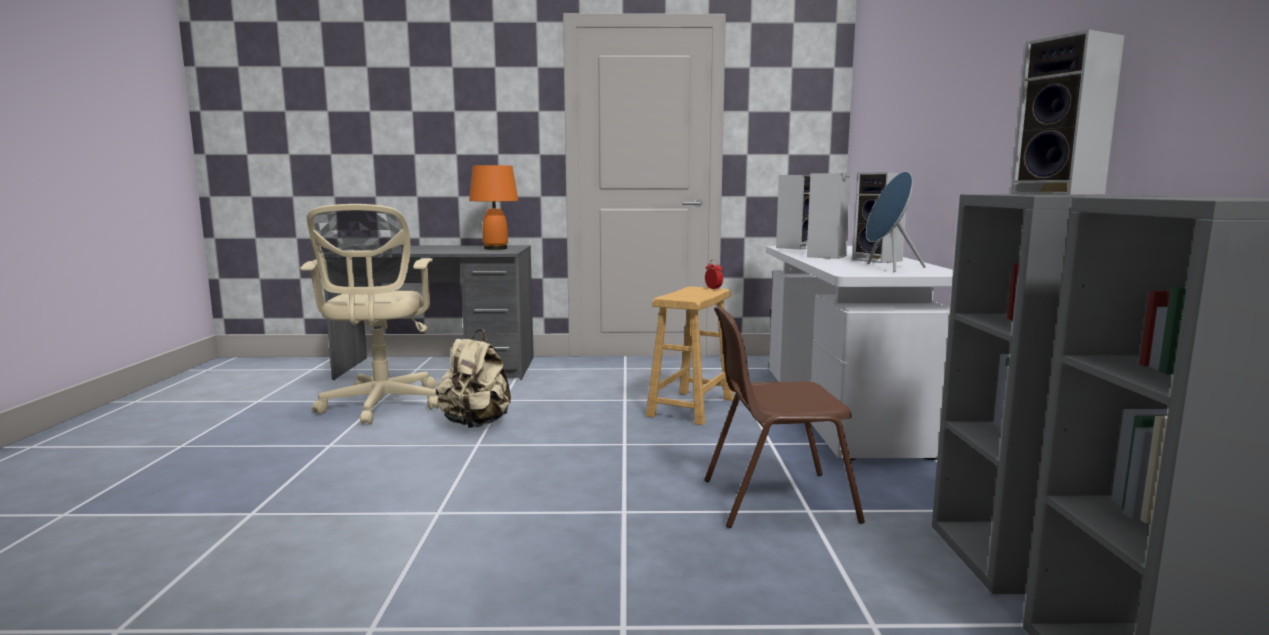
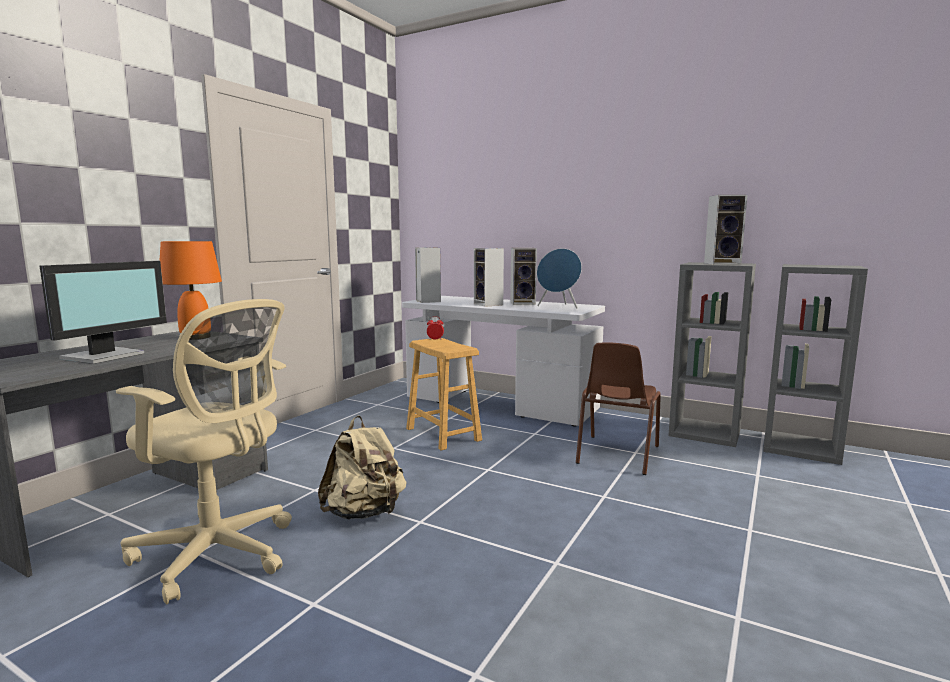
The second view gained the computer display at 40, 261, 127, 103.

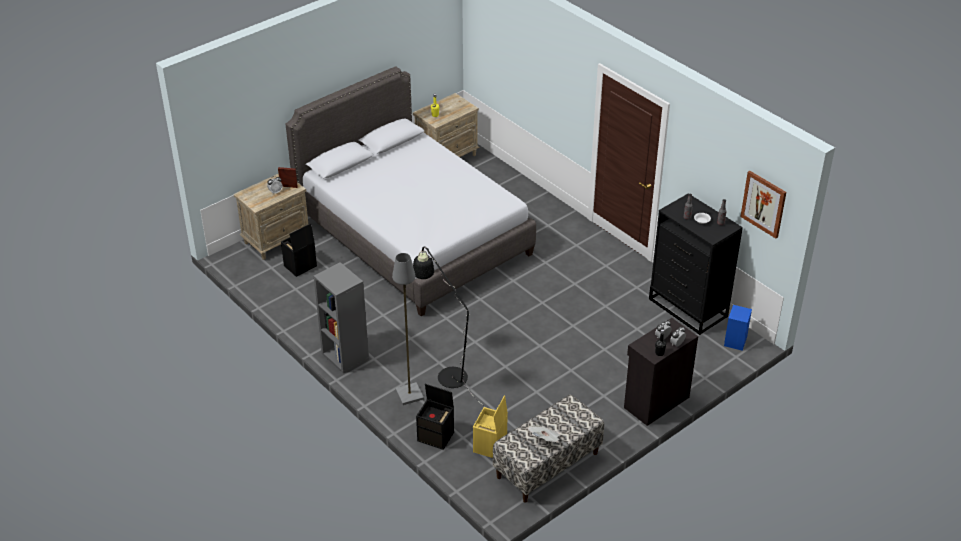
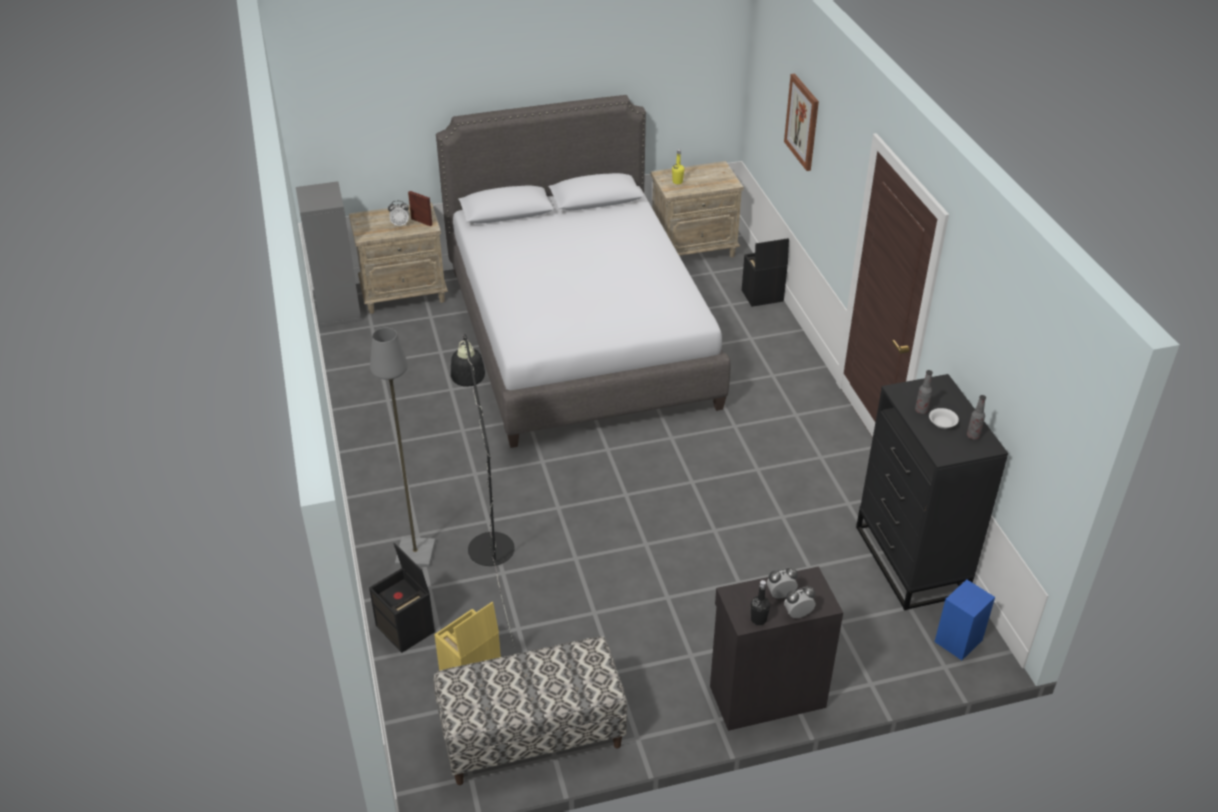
The wall art ended up elsewhere, having gone from 740, 171, 46, 67 to 784, 74, 35, 97.
The black-coloured storage container ended up elsewhere, having gone from 281, 223, 36, 54 to 742, 238, 47, 69.
The gray bookshelf ended up elsewhere, having gone from 313, 262, 56, 112 to 296, 181, 65, 146.
The second view lost the daily paper at 528, 425, 33, 17.

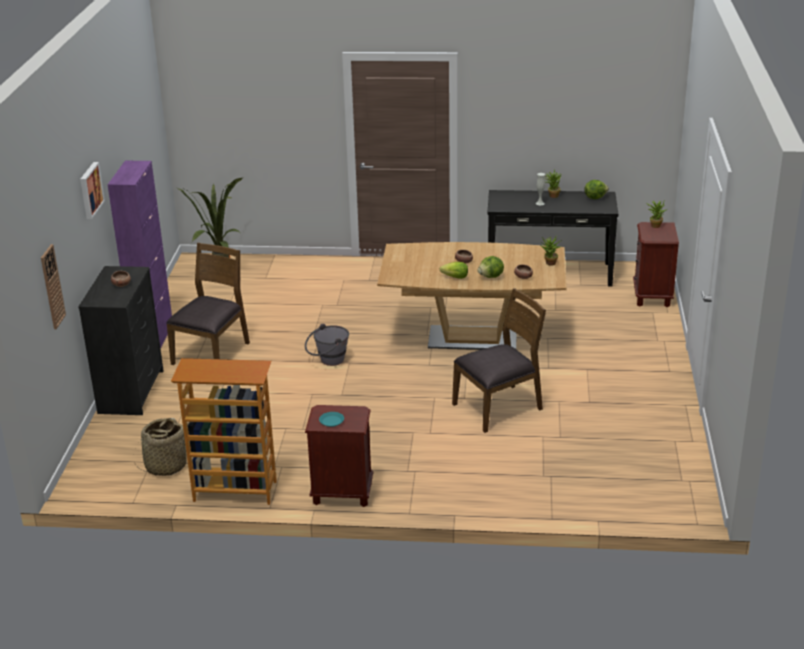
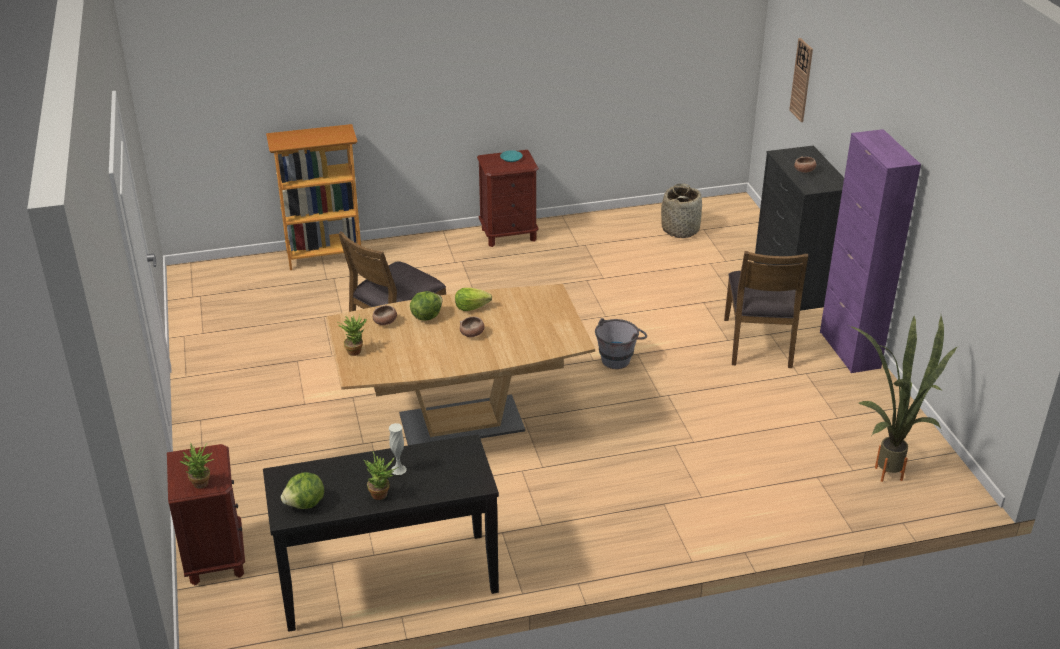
The second view lost the wall art at 80, 162, 25, 57.
The bookshelf ended up elsewhere, having gone from 171, 358, 106, 147 to 266, 124, 95, 146.

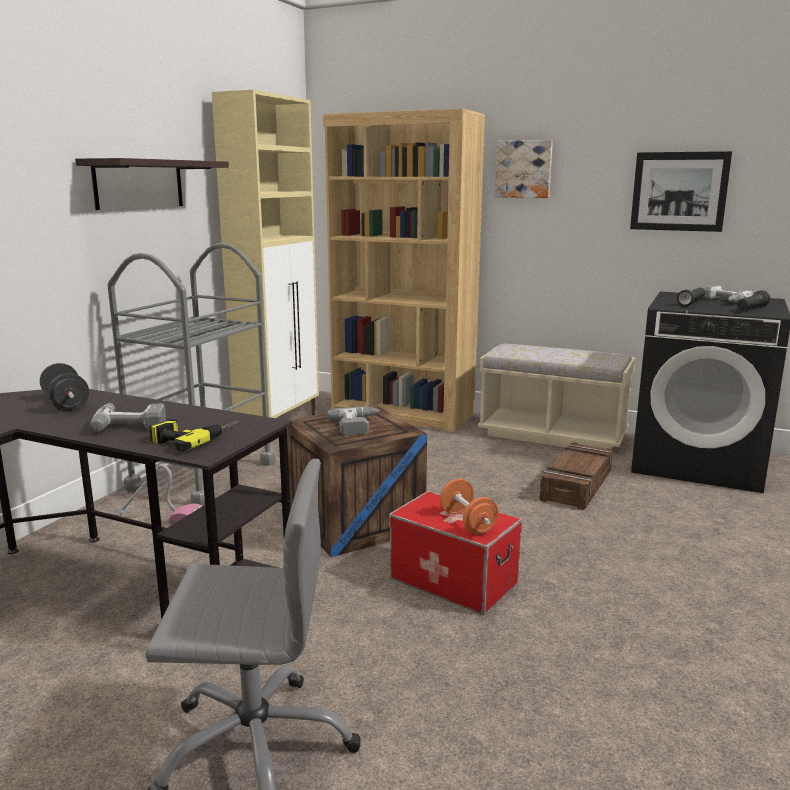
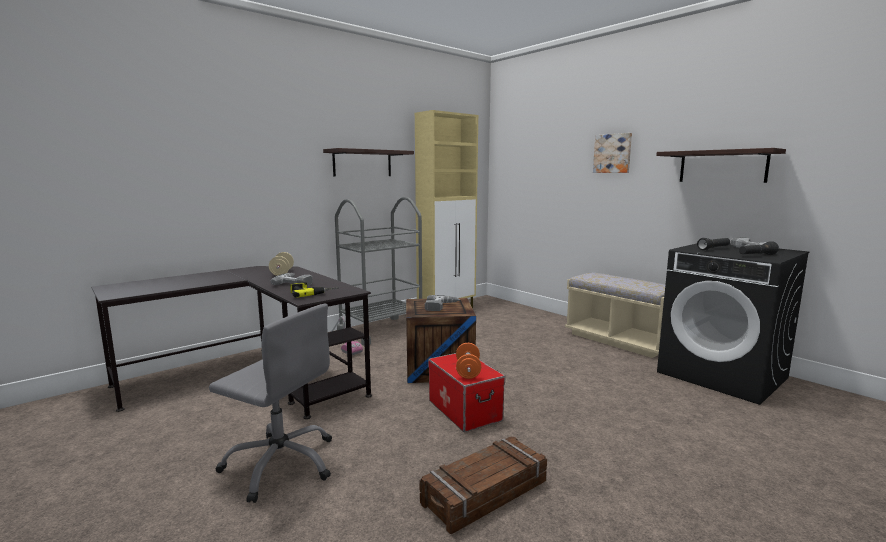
The second view lost the brownish bookshelf at 323, 109, 162, 323.
Where the wall art hung at 630, 151, 102, 81, the bracket shelf came to hang at 656, 148, 130, 35.
What was the black-coloured dumbbell at 40, 363, 49, 48 turned into the beige-coloured dumbbell at 269, 252, 25, 24.
The shipping crate ended up elsewhere, having gone from 539, 442, 74, 68 to 420, 436, 127, 98.

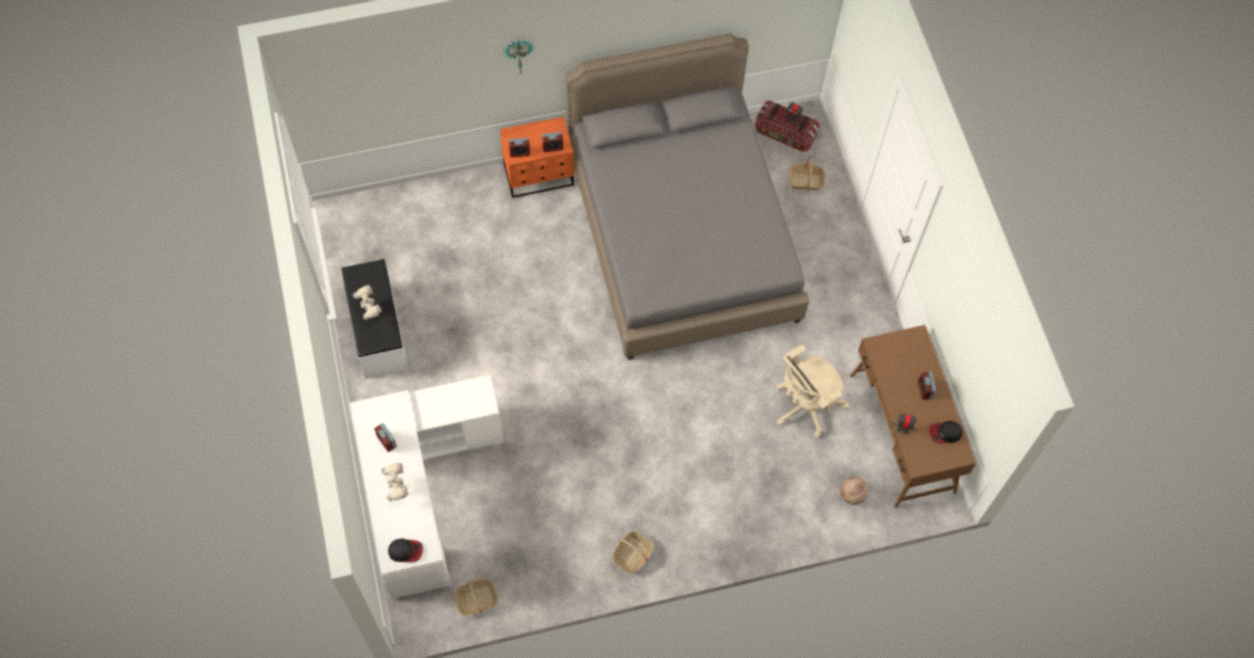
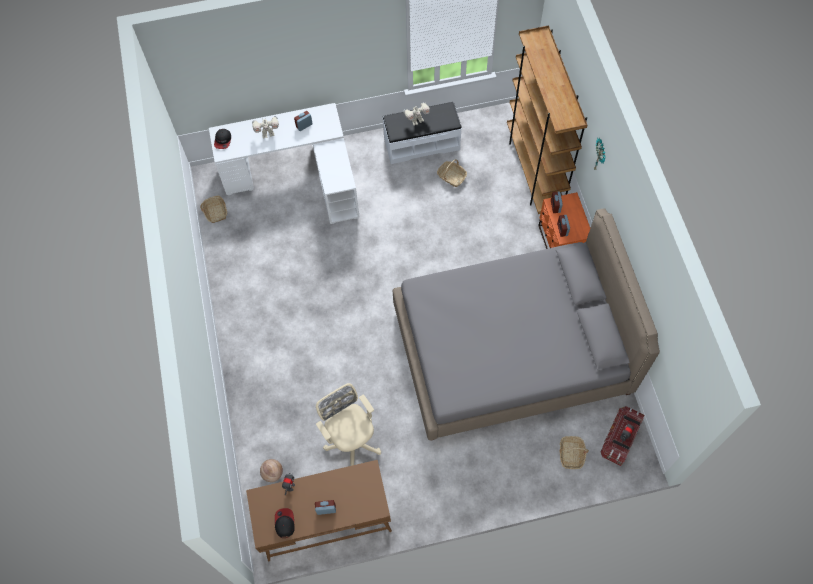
The storage basket ended up elsewhere, having gone from 612, 531, 42, 43 to 437, 159, 30, 28.
The second view gained the brownish bookshelf at 507, 25, 80, 189.

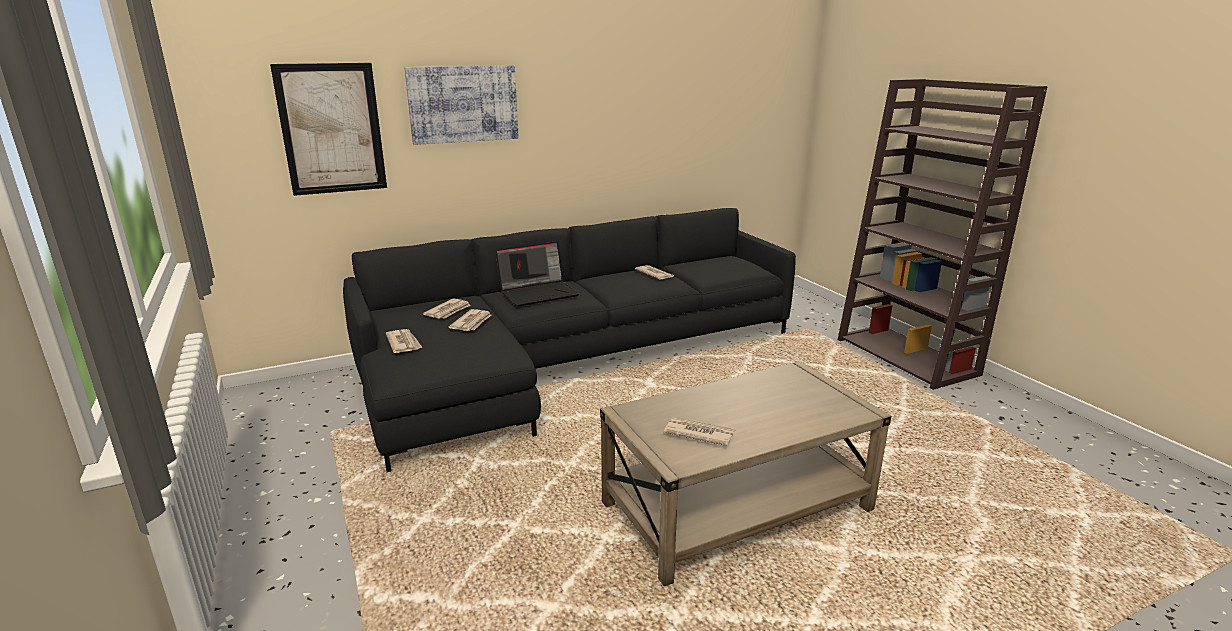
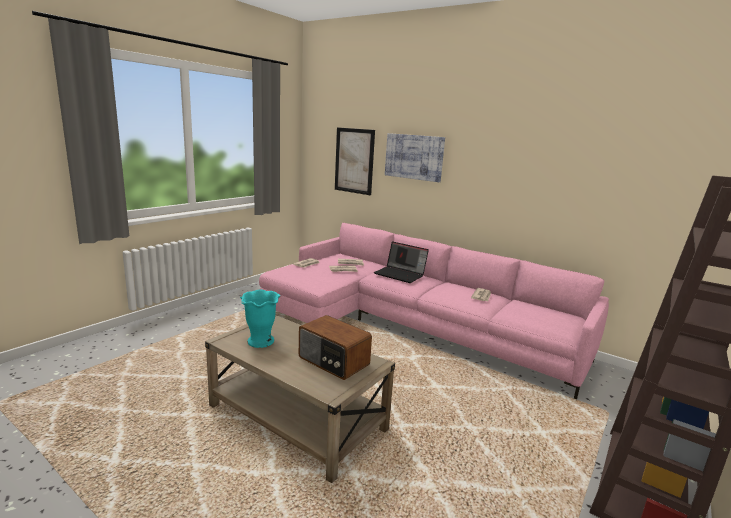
What was the black-coloured couch at 343, 208, 453, 264 turned into the pink couch at 259, 223, 350, 177.
Where the daily paper stood at 664, 417, 71, 29, the turquoise decorative vase came to stand at 240, 289, 40, 59.
The second view gained the radio at 299, 315, 73, 65.

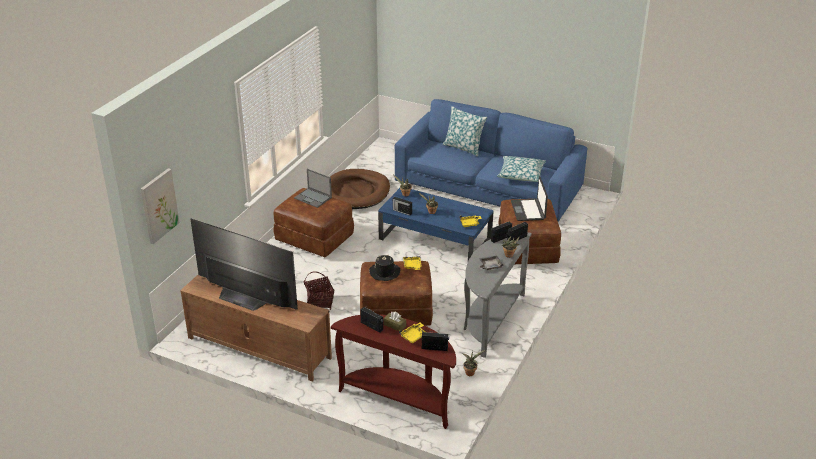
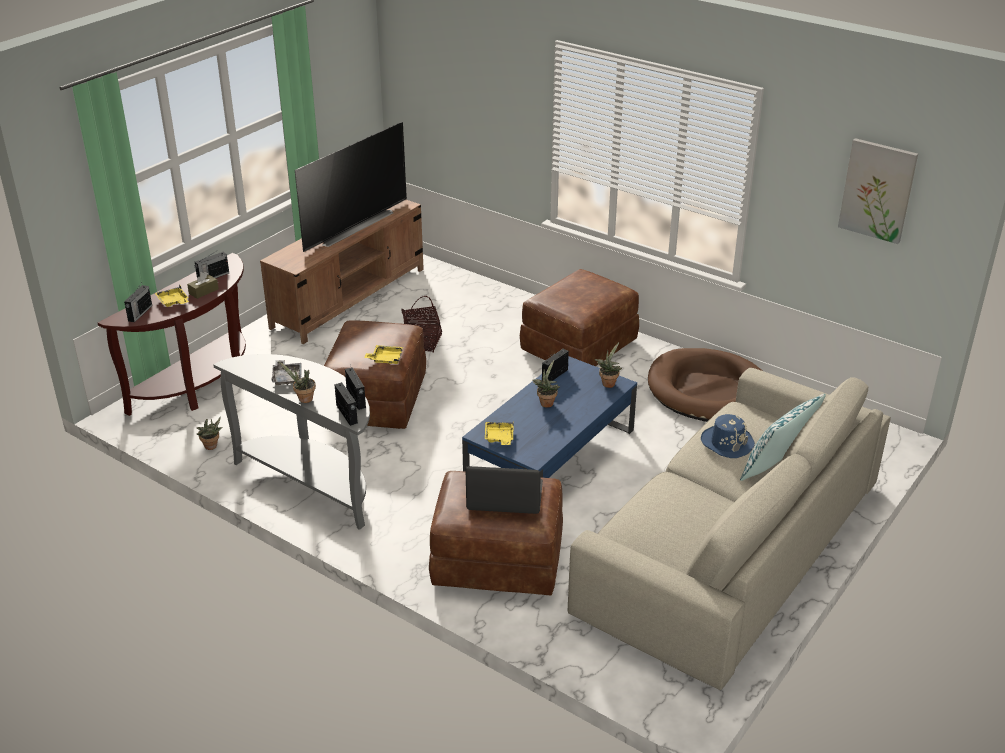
What was the bluish couch at 395, 99, 192, 123 turned into the beige-coloured couch at 568, 368, 323, 322.
The second view lost the pillow at 497, 156, 49, 26.
The wall art ended up elsewhere, having gone from 141, 168, 39, 76 to 838, 138, 80, 106.
The second view lost the portable computer at 294, 169, 38, 39.
The second view lost the black-coloured clothing hat at 369, 255, 31, 26.
The second view gained the bluish clothing hat at 701, 414, 54, 44.

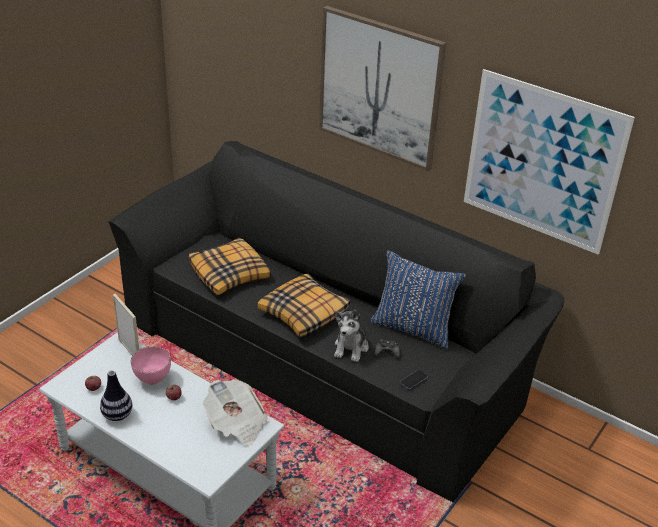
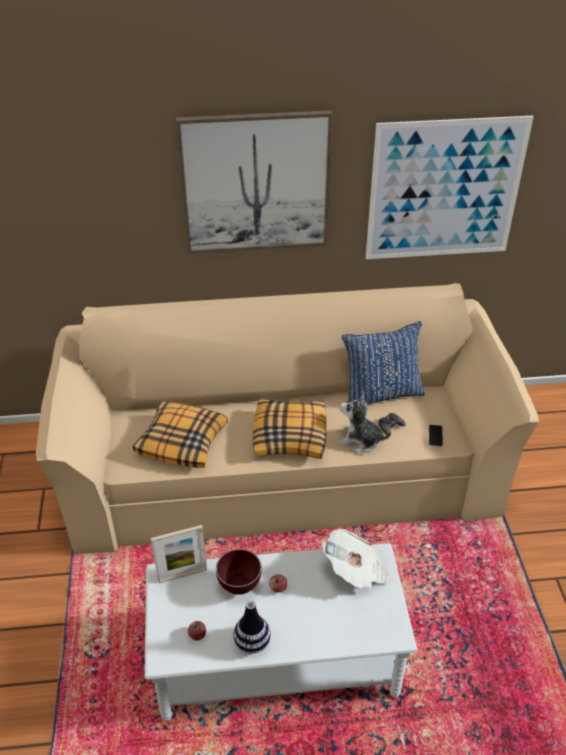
What was the black-coloured couch at 108, 141, 456, 361 turned into the beige-coloured couch at 36, 283, 503, 271.
The standing frame at 113, 294, 26, 62 ended up facing another way, 150 degrees clockwise from before.
The cuddly toy at 334, 310, 35, 52 ended up facing another way, 135 degrees clockwise from before.
What was the pink deep dish at 131, 346, 40, 39 turned into the brownish deep dish at 216, 549, 46, 46.

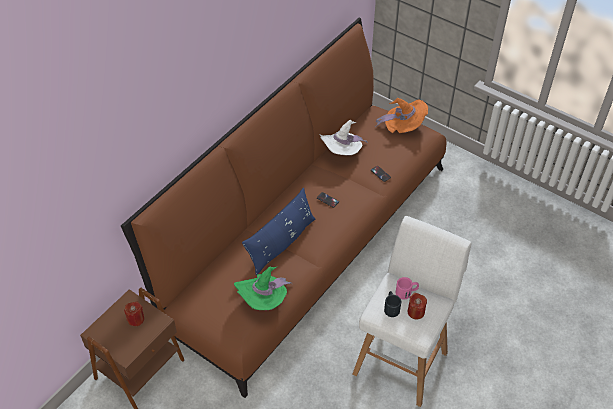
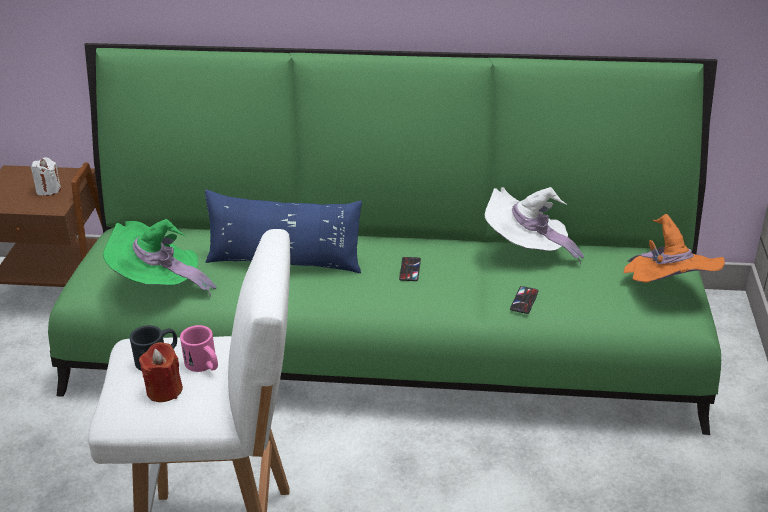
What was the brownish couch at 121, 18, 326, 380 turned into the green-coloured couch at 48, 43, 673, 392.
What was the red wax light at 124, 302, 20, 24 turned into the white wax light at 31, 157, 30, 39.

